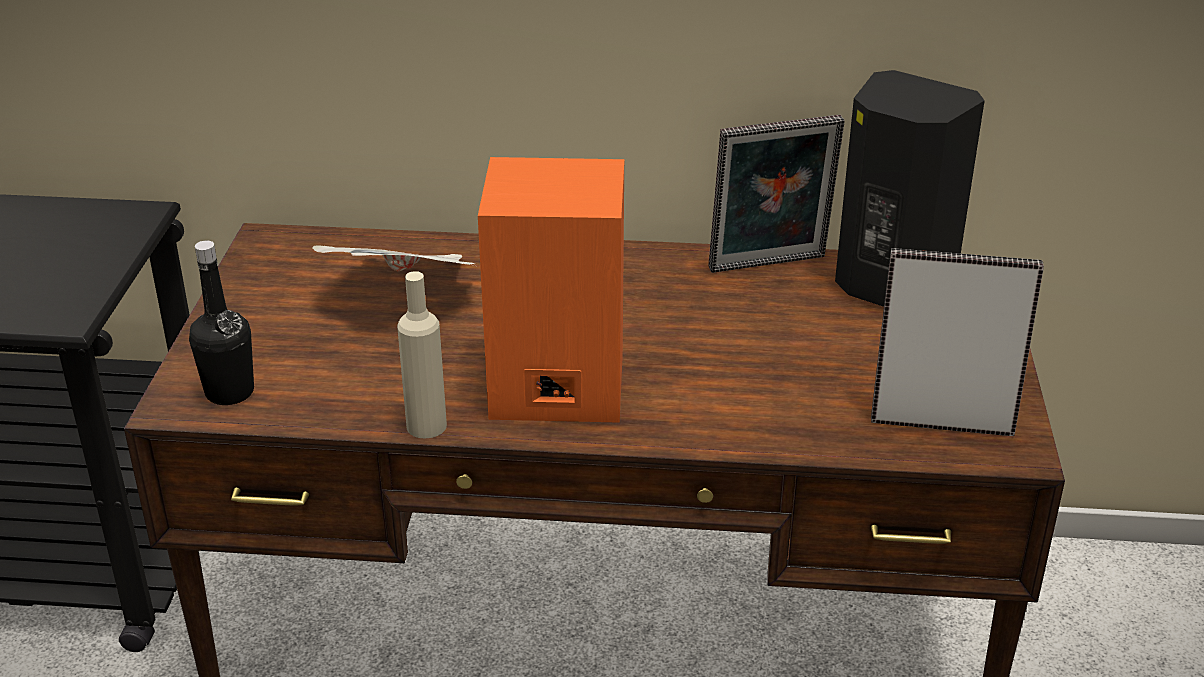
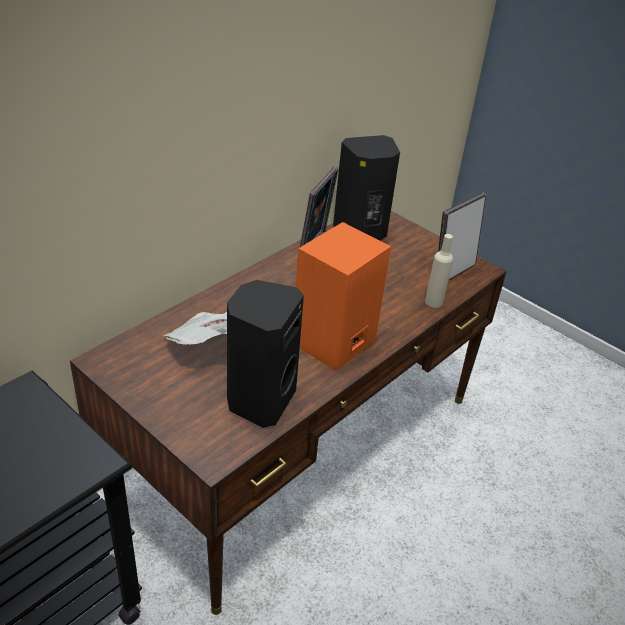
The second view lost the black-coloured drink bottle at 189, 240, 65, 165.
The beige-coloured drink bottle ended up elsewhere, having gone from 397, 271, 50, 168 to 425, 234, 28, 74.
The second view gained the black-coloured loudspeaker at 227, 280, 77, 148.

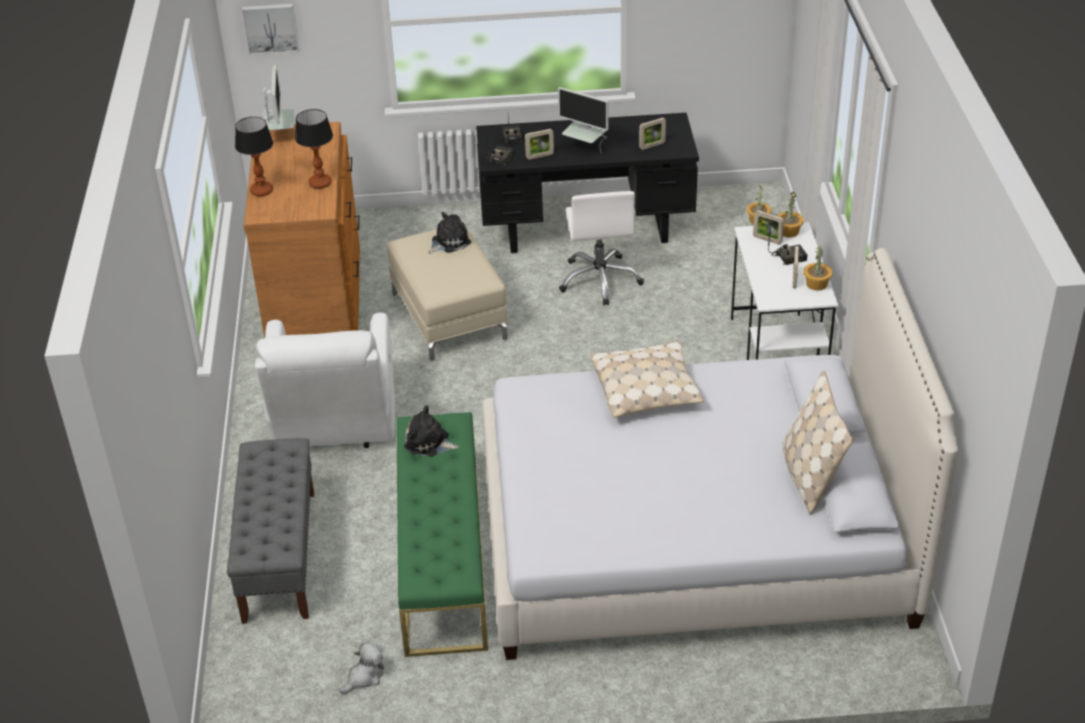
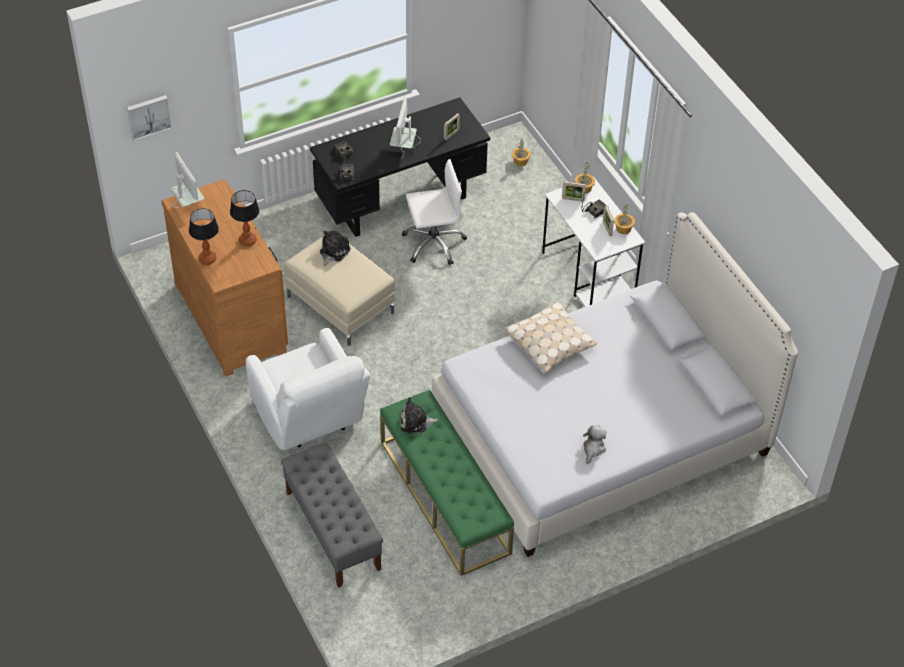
The computer display at 558, 87, 51, 65 ended up facing another way, 90 degrees clockwise from before.
The second view lost the standing frame at 525, 129, 29, 30.
The white computer chair at 559, 191, 85, 114 ended up facing another way, 75 degrees counterclockwise from before.
The second view lost the beige-coloured pillow at 783, 370, 70, 144.
The cuddly toy ended up elsewhere, having gone from 339, 642, 45, 52 to 583, 425, 23, 39.

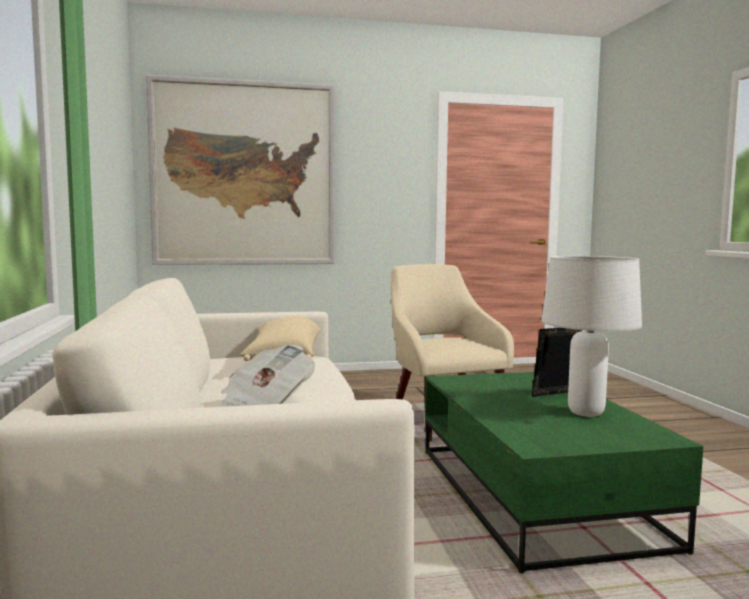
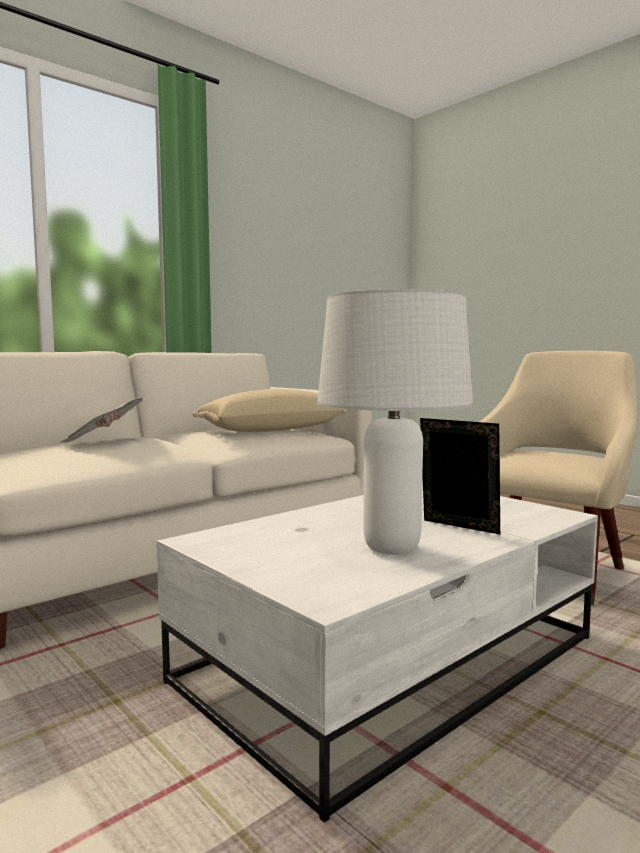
The second view lost the wall art at 146, 75, 189, 190.
What was the green-coloured coffee table at 425, 372, 278, 201 turned into the white coffee table at 156, 482, 442, 341.

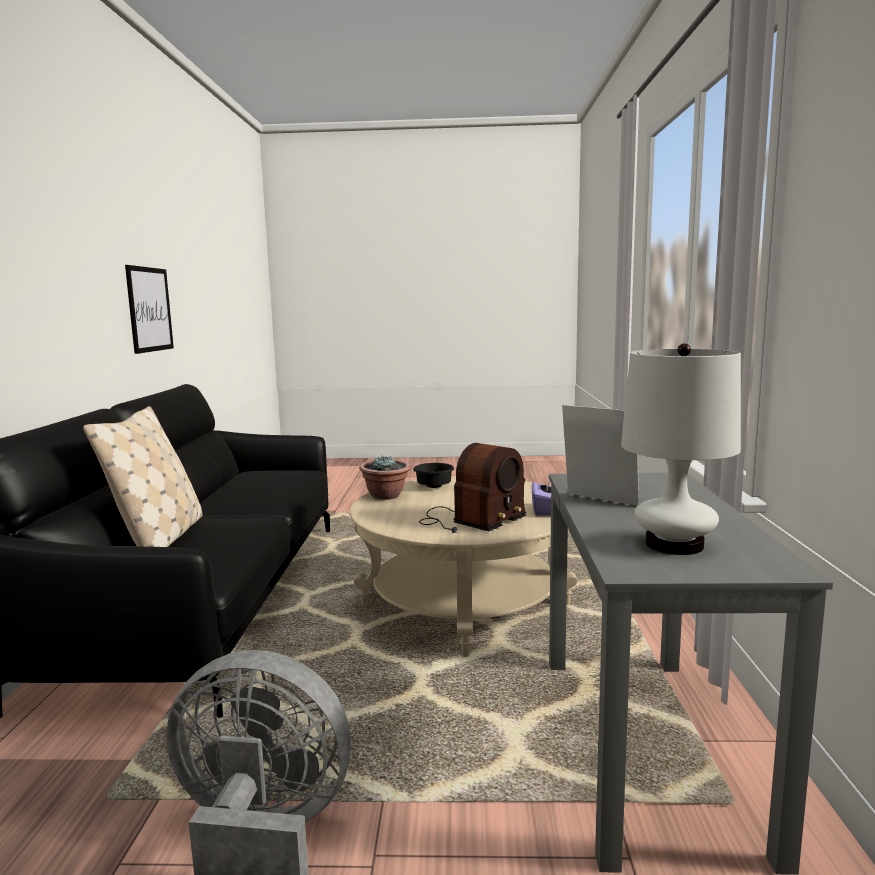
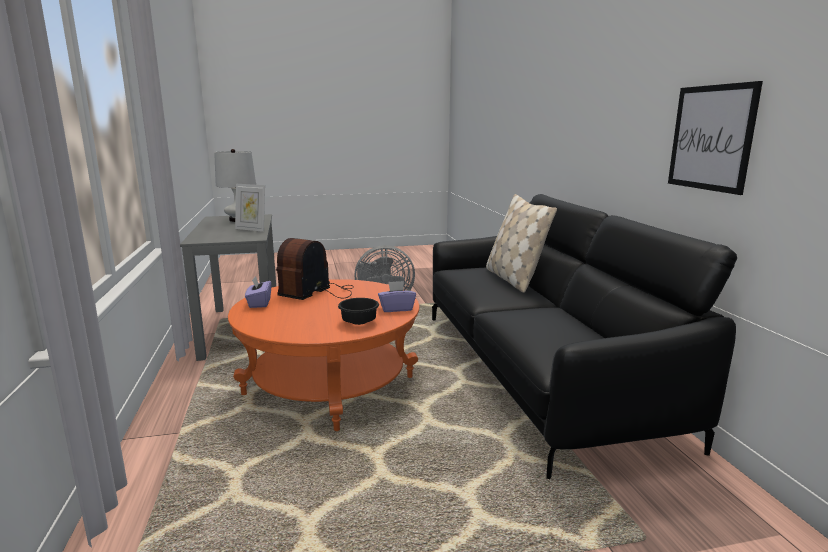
Where the houseplant stood at 359, 455, 52, 45, the purple tissue box came to stand at 378, 281, 38, 31.
What was the beige-coloured coffee table at 350, 477, 228, 180 turned into the orange coffee table at 228, 279, 191, 152.

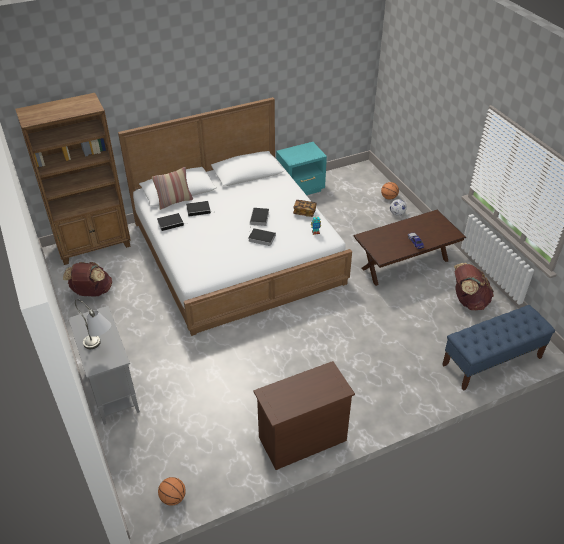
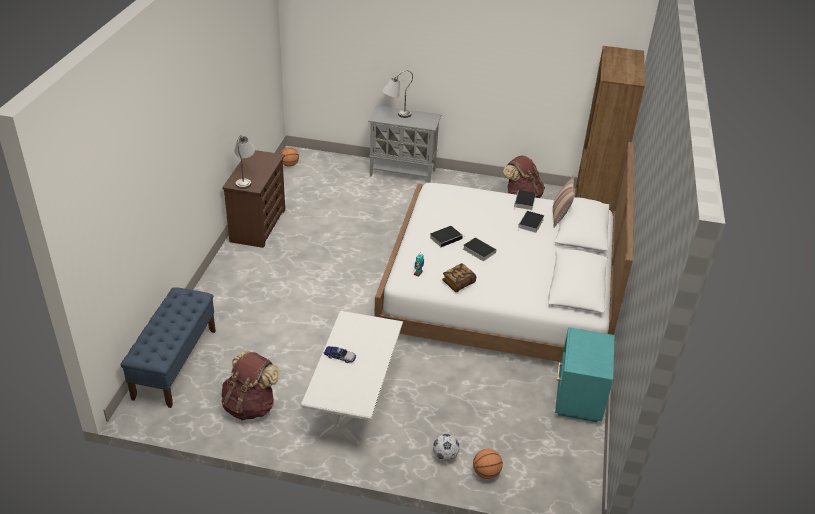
What was the brownish coffee table at 353, 209, 113, 77 turned into the white coffee table at 300, 311, 103, 134.
The second view gained the gray lamp for a table at 234, 135, 21, 54.

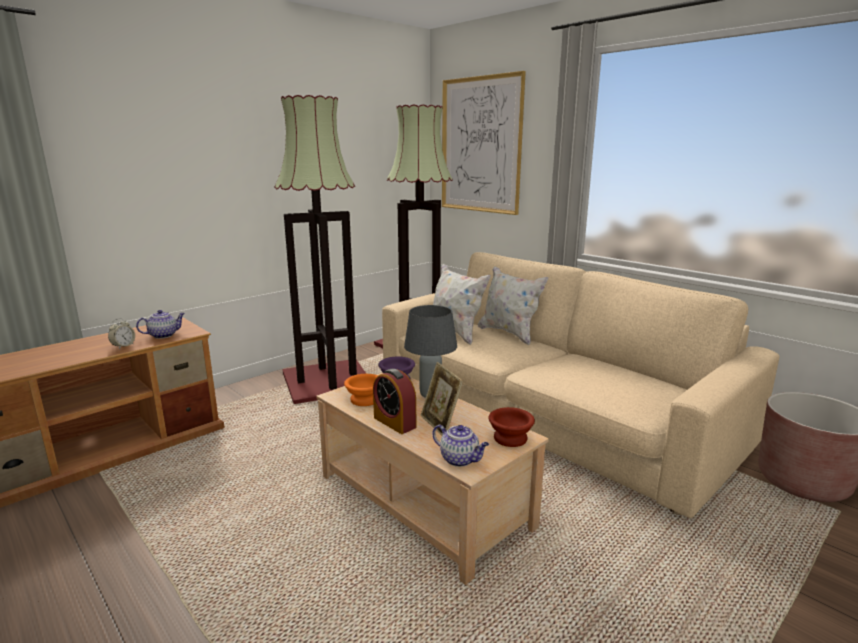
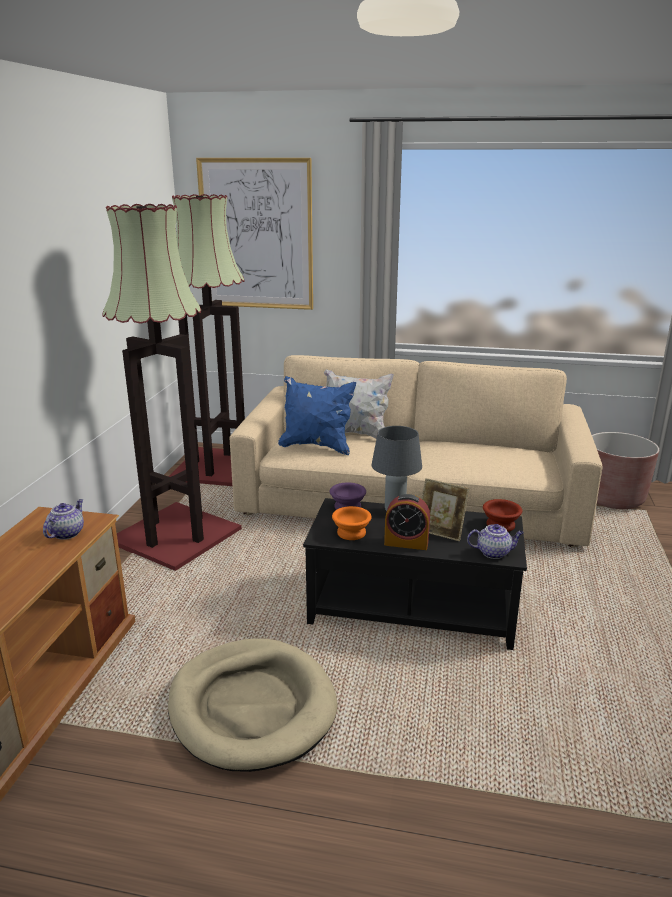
What was the white pillow at 433, 264, 58, 81 turned into the bluish pillow at 278, 376, 78, 79.
The second view lost the alarm clock at 108, 318, 27, 31.
What was the beige-coloured coffee table at 316, 373, 233, 212 turned into the black-coloured coffee table at 303, 498, 224, 152.
The second view gained the beige-coloured pet bed at 168, 638, 169, 134.

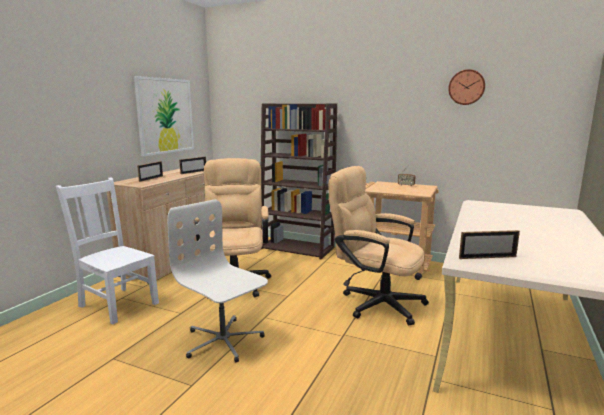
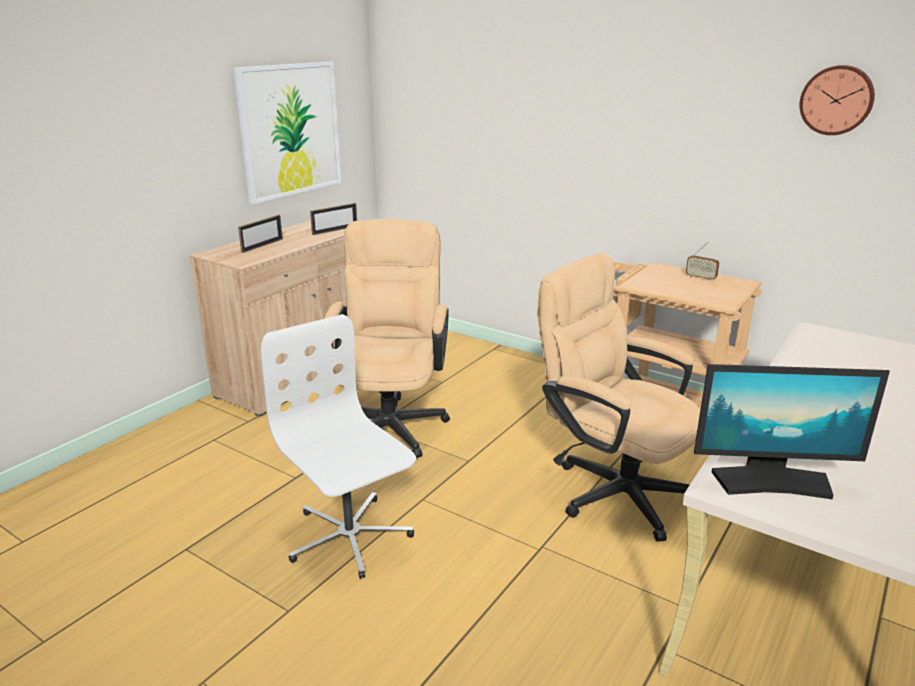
The second view lost the brownish bookshelf at 261, 103, 76, 156.
The second view lost the white upright chair at 56, 177, 103, 148.
Where the standing frame stood at 459, 230, 61, 29, the computer display came to stand at 694, 364, 196, 135.

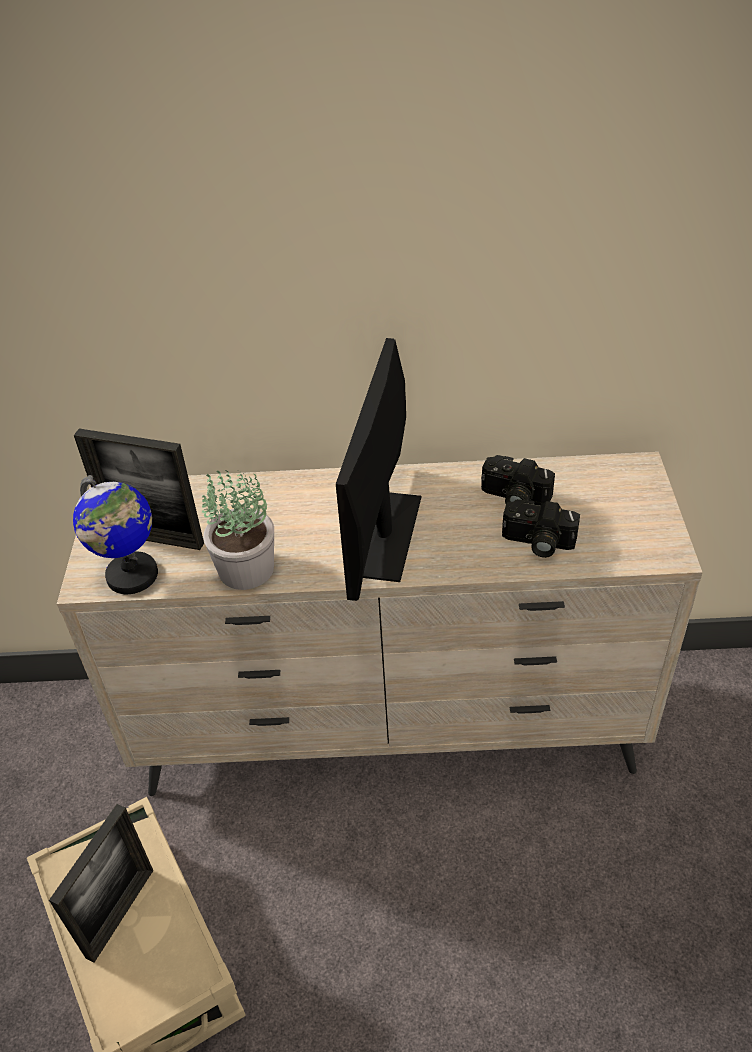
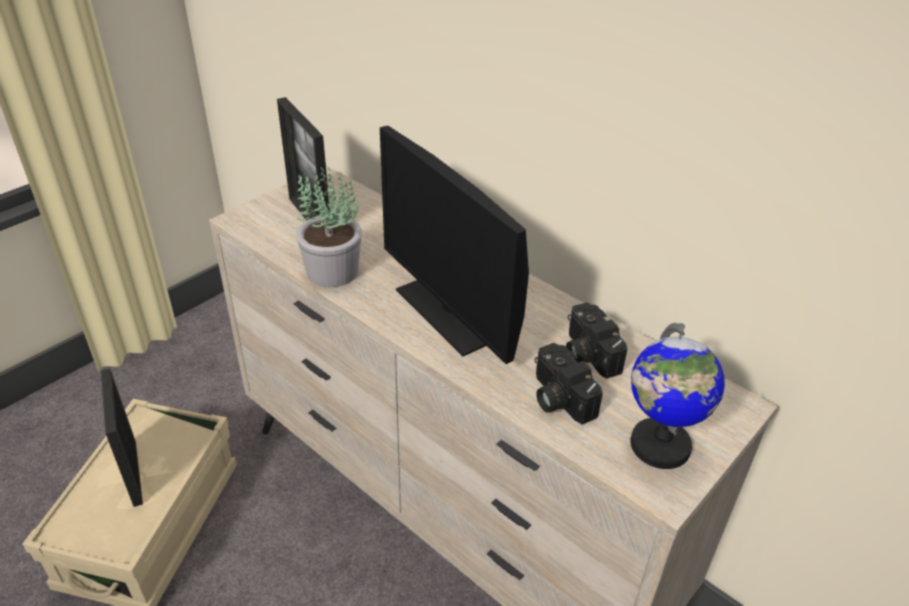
The computer display at 336, 338, 85, 263 ended up facing another way, 90 degrees counterclockwise from before.
The world globe ended up elsewhere, having gone from 73, 475, 85, 119 to 630, 323, 95, 146.
The standing frame at 49, 804, 104, 159 ended up facing another way, 90 degrees clockwise from before.

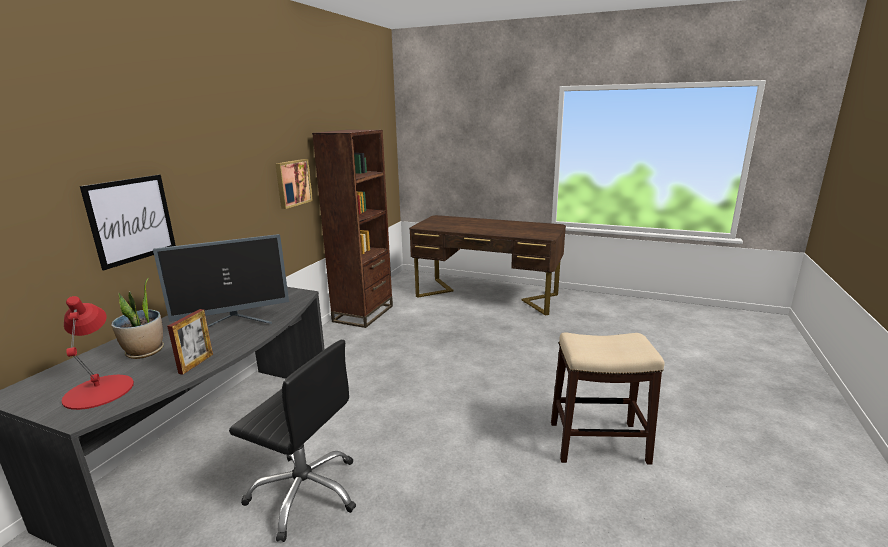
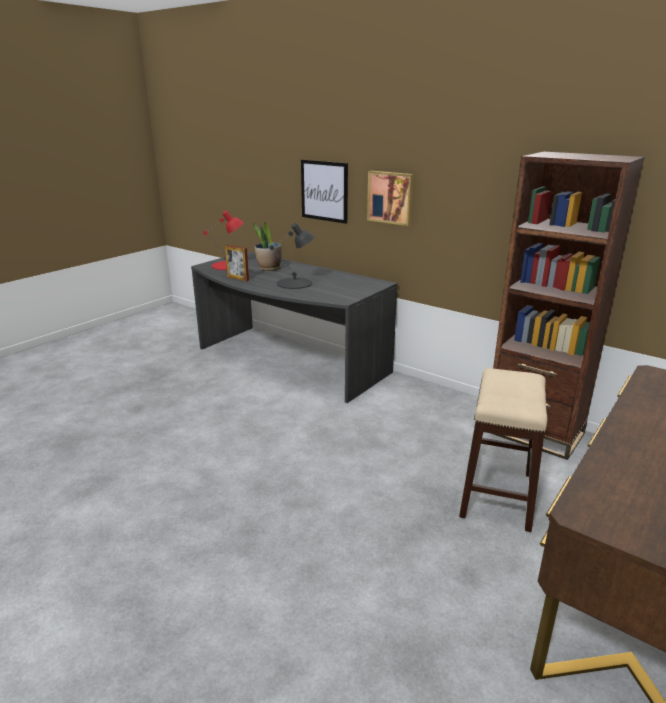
The wall art ended up elsewhere, having gone from 275, 159, 38, 50 to 367, 171, 47, 55.
Where the computer display stood at 153, 234, 136, 93, the black-coloured lamp for a table came to stand at 270, 223, 44, 66.
The stool ended up elsewhere, having gone from 551, 333, 114, 132 to 459, 368, 88, 164.
The second view lost the black-coloured computer chair at 229, 340, 127, 202.

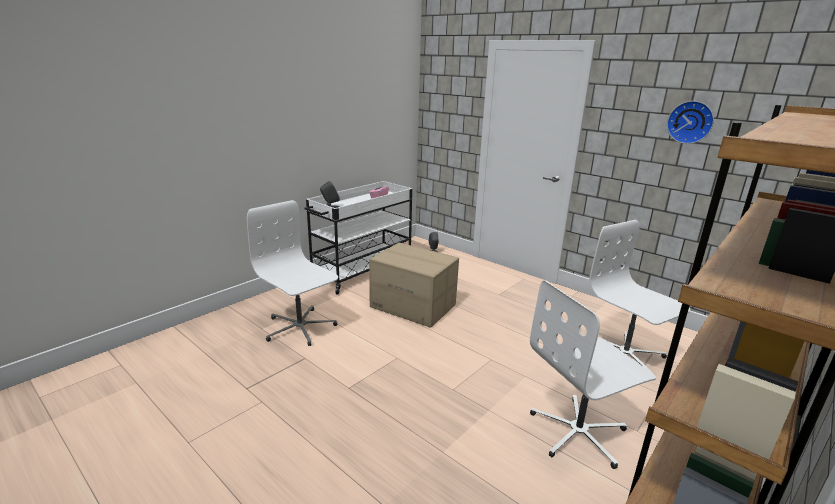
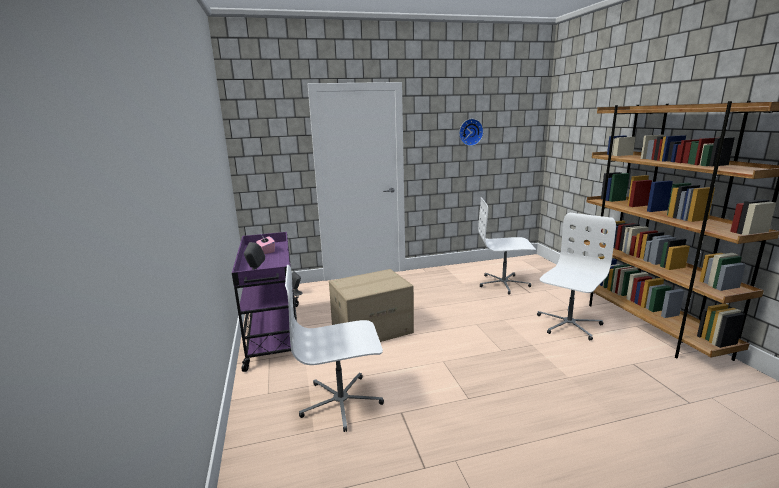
What was the white wheeled cart at 305, 181, 107, 114 turned into the purple wheeled cart at 232, 232, 67, 140.
The white computer chair at 530, 280, 126, 189 ended up facing another way, 150 degrees counterclockwise from before.

